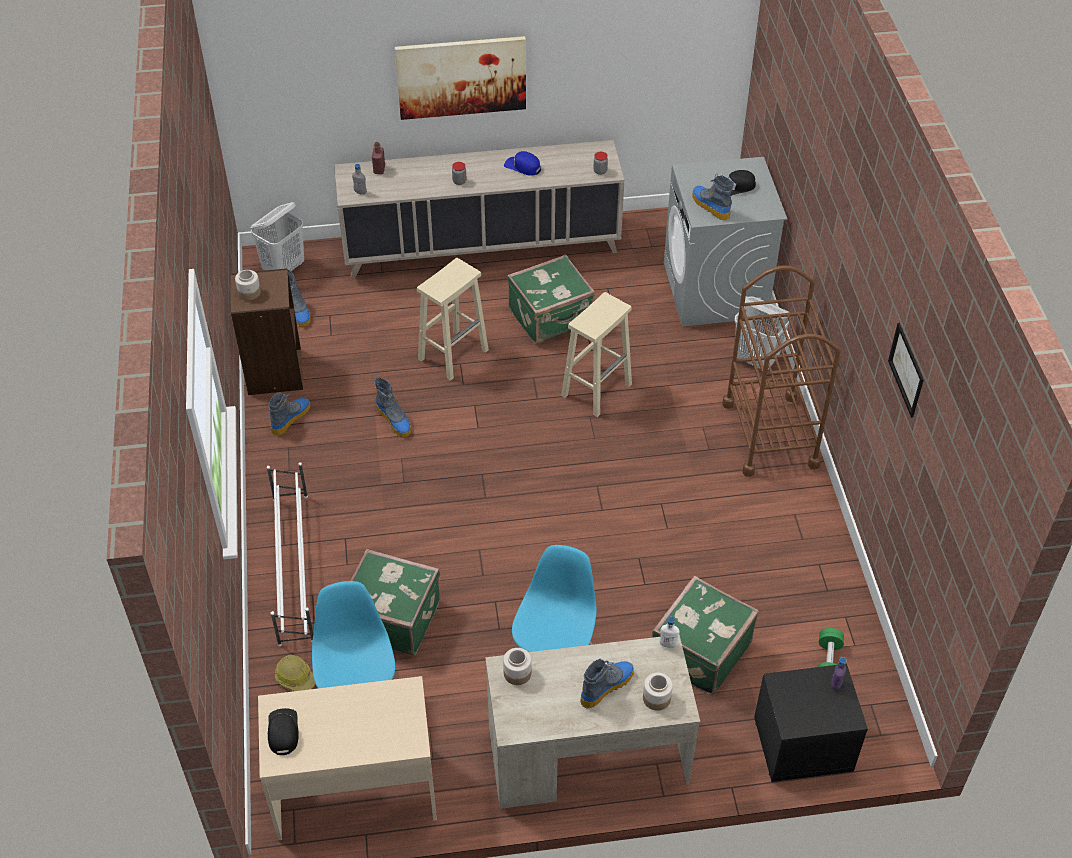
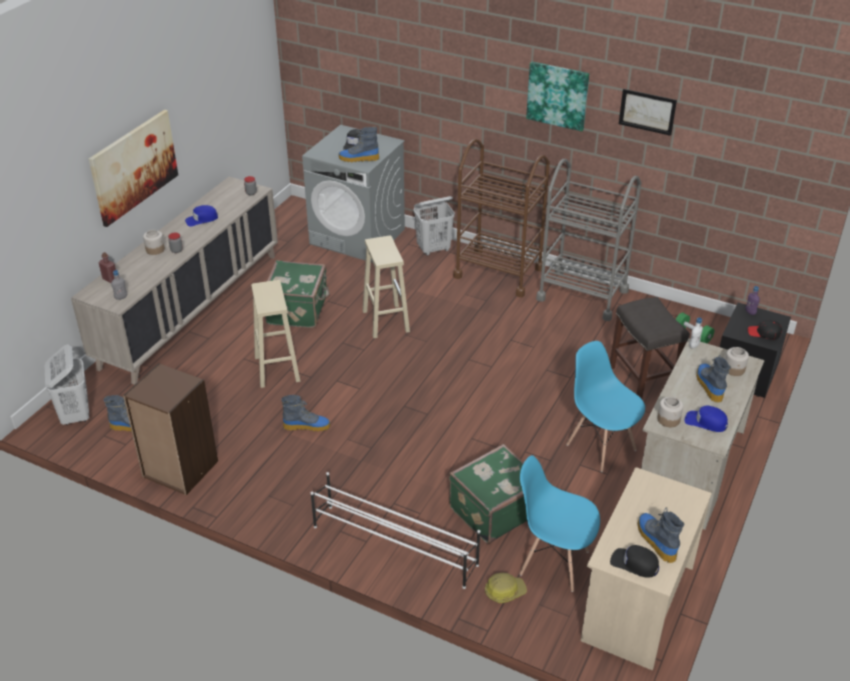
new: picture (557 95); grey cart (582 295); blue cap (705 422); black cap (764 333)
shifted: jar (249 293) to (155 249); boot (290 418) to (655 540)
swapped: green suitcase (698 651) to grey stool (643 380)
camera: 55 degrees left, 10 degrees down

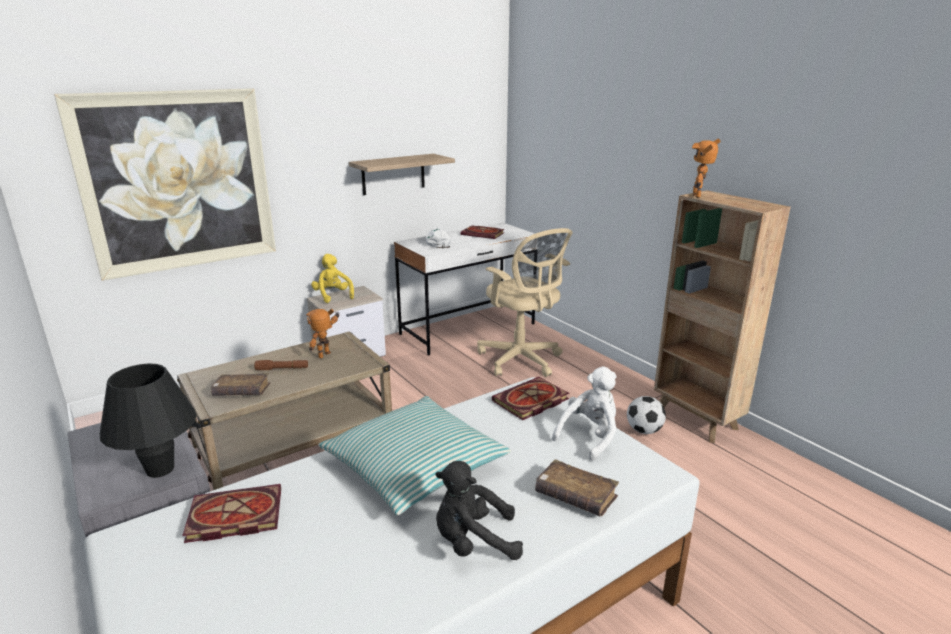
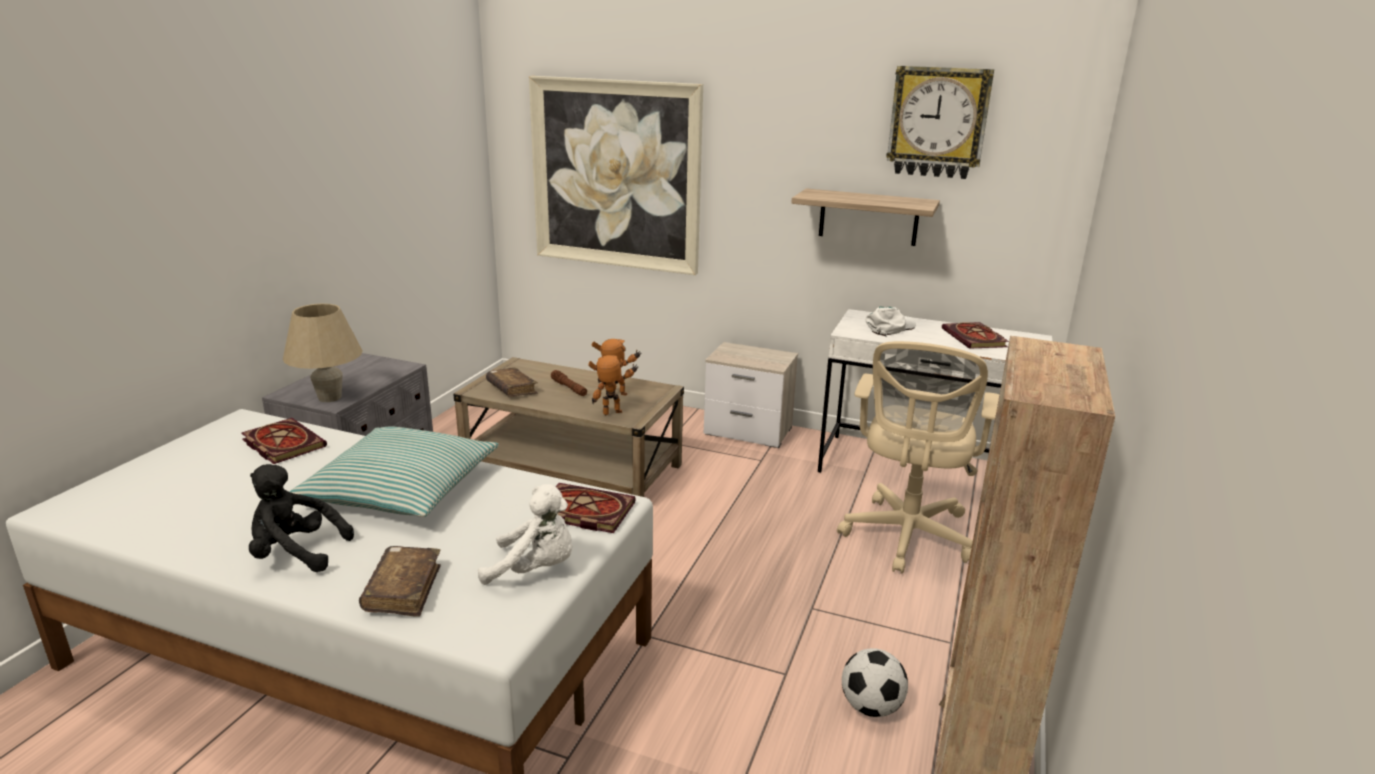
gone: yellow plush toy (333 296)
new: wall clock (938 122)
shifted: toy robot (699 196) to (614 414)
repainted: black table lamp (160 470) to beige table lamp (329 398)
rotated: black plush toy (473 542) = (296 554) 45 degrees counterclockwise
camera: 55 degrees right, 0 degrees up

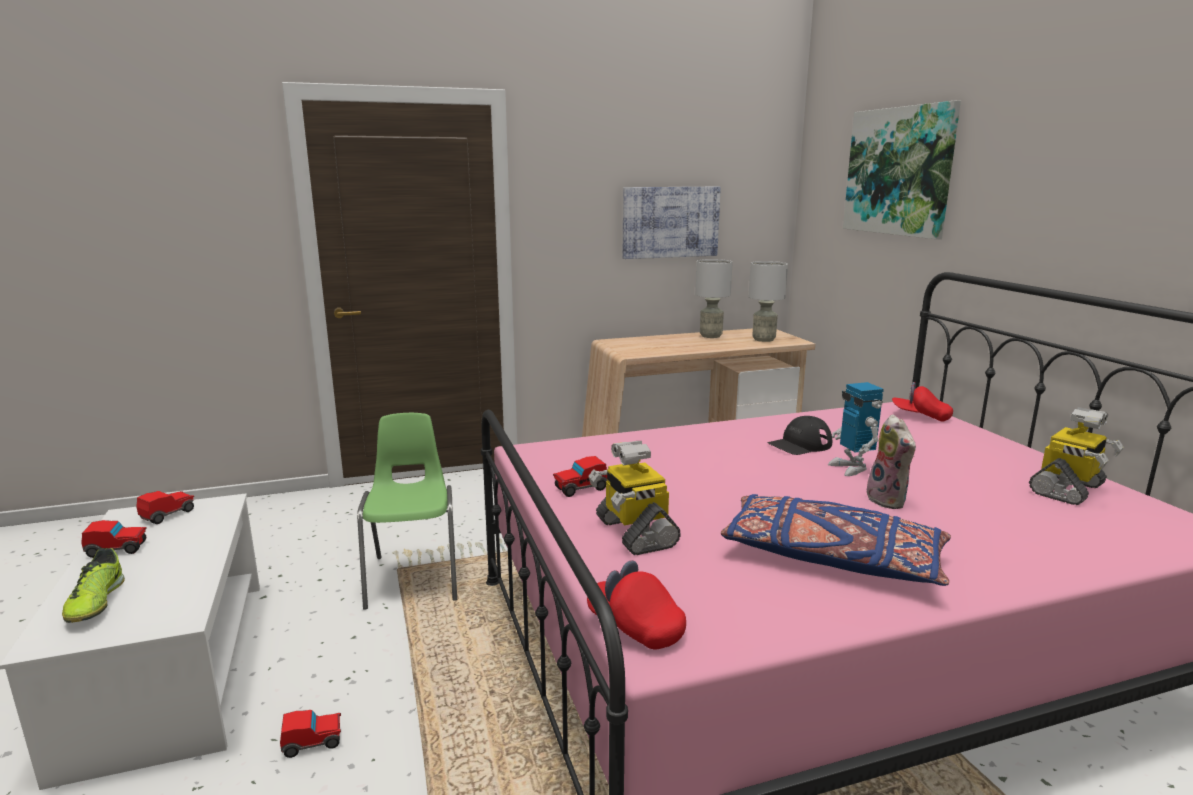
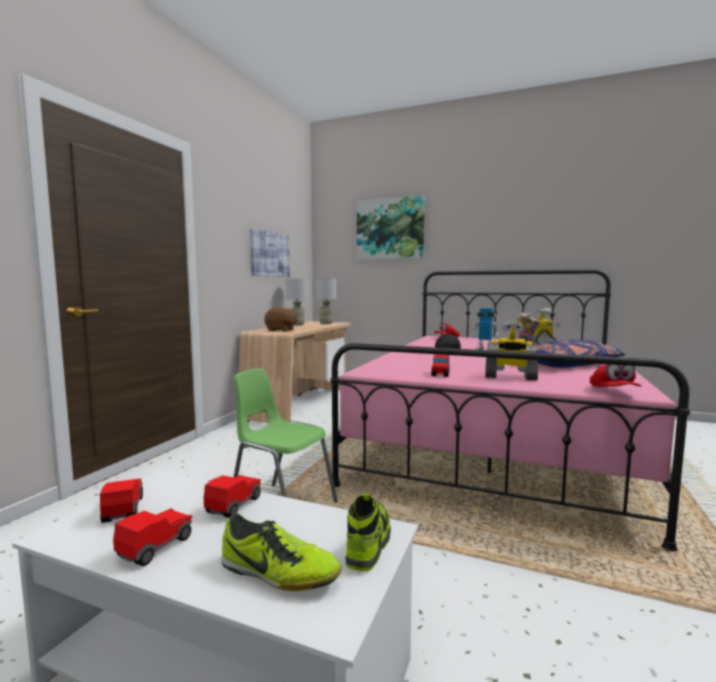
new: brown plush toy (281 330); shoe (368 544)
shifted: toy car (313 743) to (234 505)
rotated: red cap (635 627) = (613 392) 75 degrees counterclockwise
camera: 50 degrees left, 10 degrees down

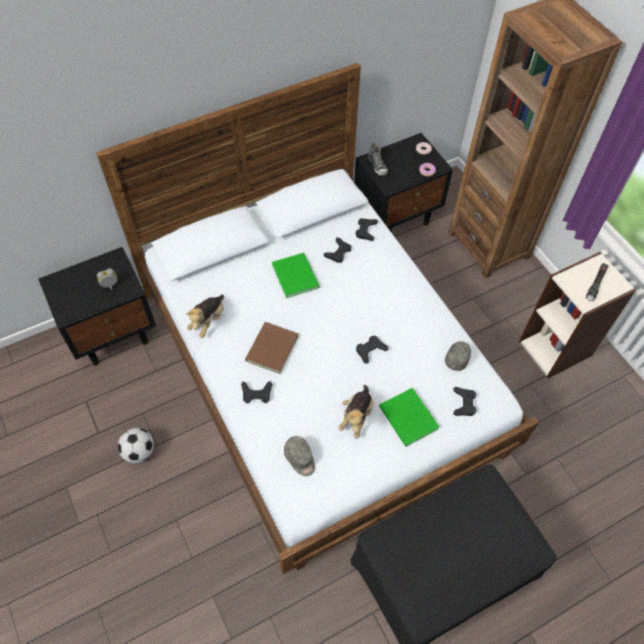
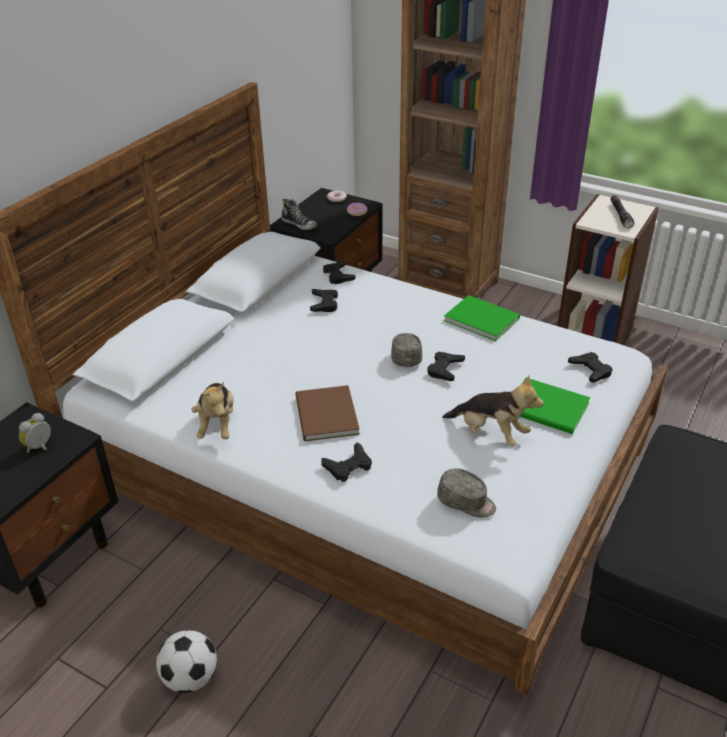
shifted: green book (296 274) to (480 318); grey cap (458 357) to (406 356)
rotated: plush toy (356 417) = (490 433) 45 degrees counterclockwise
camera: 30 degrees left, 20 degrees down

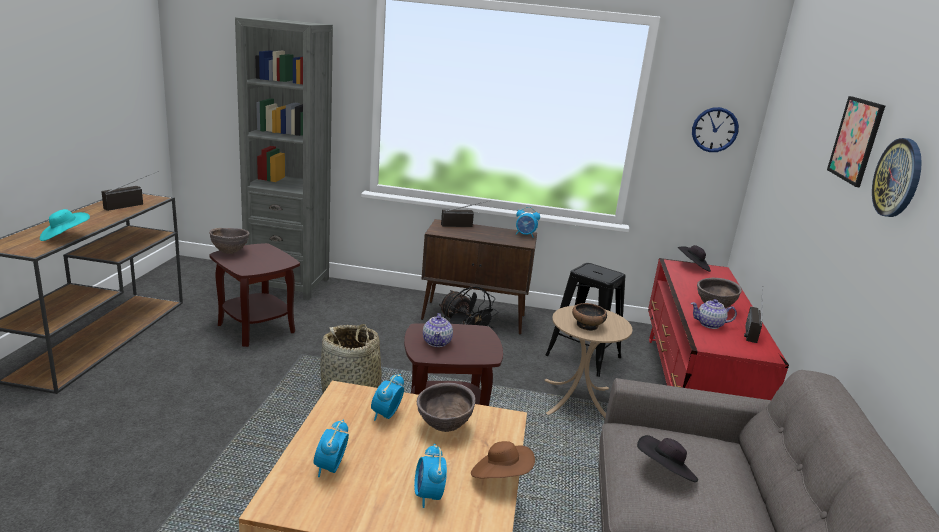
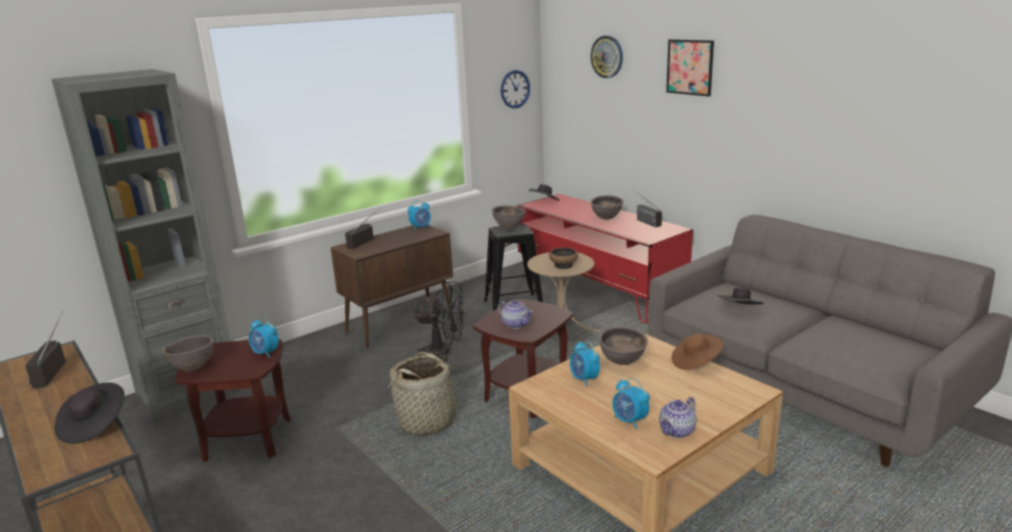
new: brown bowl (509 228)
shifted: alarm clock (428 496) to (266 353); teapot (710 324) to (677 431); wall clock (898 178) to (607 56)
repainted: turquoise hat (65 237) to black hat (94 426)
camera: 45 degrees left, 0 degrees up

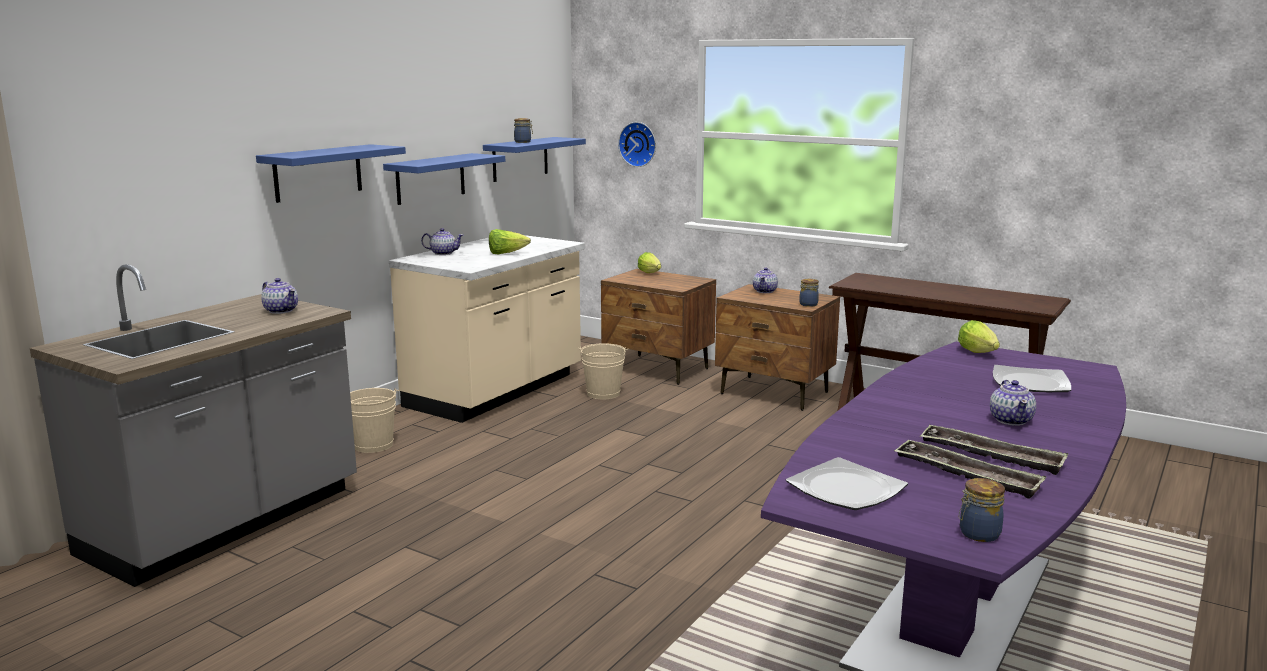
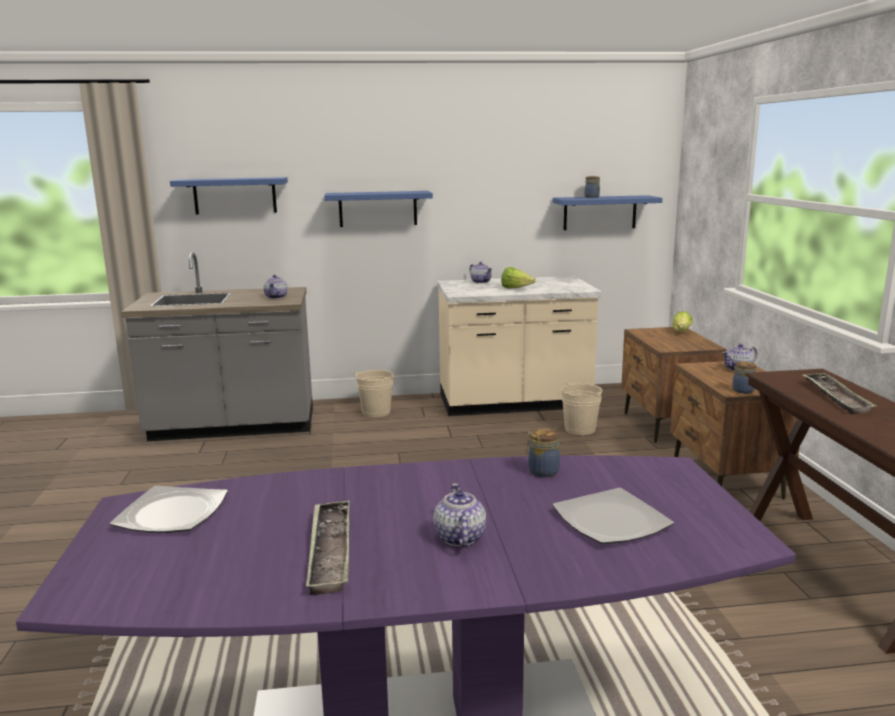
gone: wall clock (639 144); lettuce (979 353)
shifted: blue shelf (430 178) to (235 195); tray (966 475) to (835 397); jar (977 534) to (542 471)
rotated: teapot (1011 420) = (459 538) 120 degrees clockwise
camera: 50 degrees right, 0 degrees up

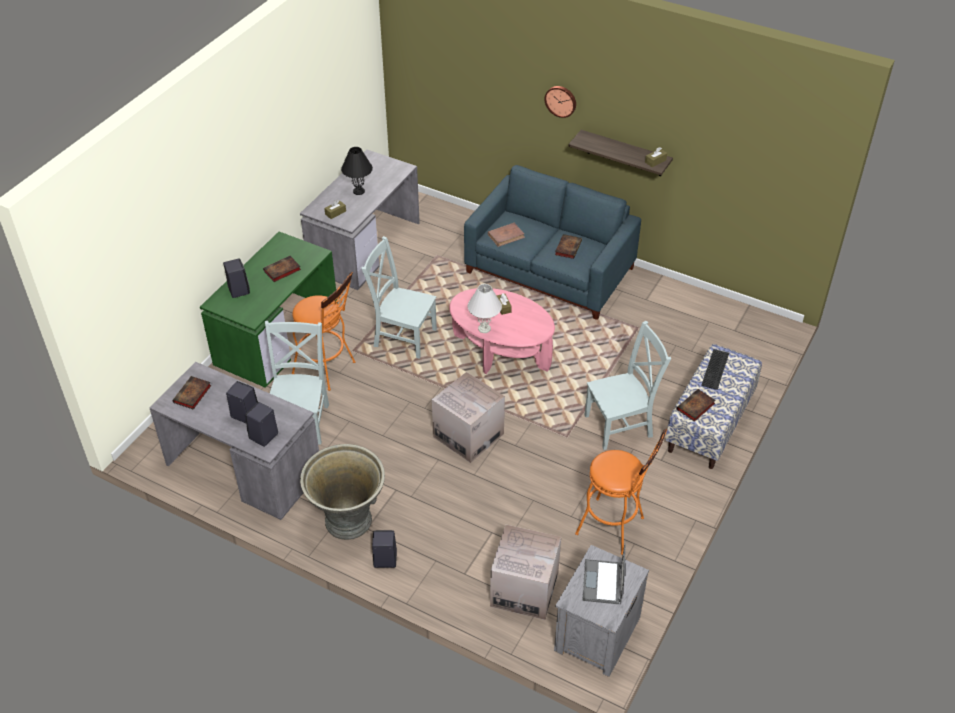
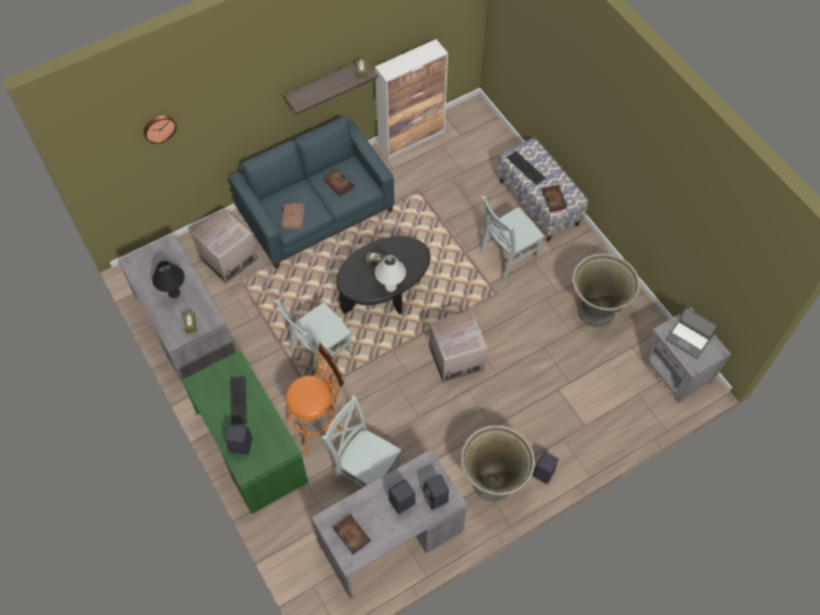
new: cabinet (411 138)
shifted: cardboard box (524 590) to (229 259); wall clock (561 100) to (159 128)
swapped: book (281 271) to keyboard (239 400); orange stool (615 528) to grey planter (596 310)
repainted: pink coffee table (500 353) to black coffee table (384 292)
rotated: grey chair (621 425) = (507 255) 135 degrees counterclockwise
camera: 60 degrees left, 15 degrees up

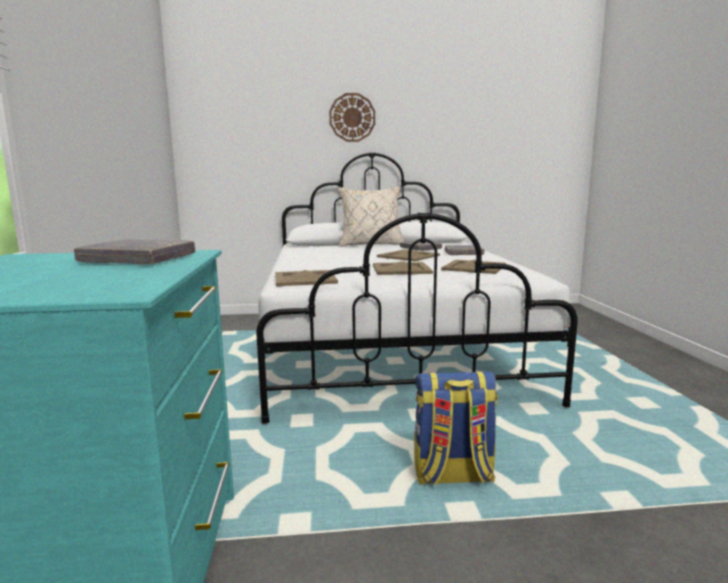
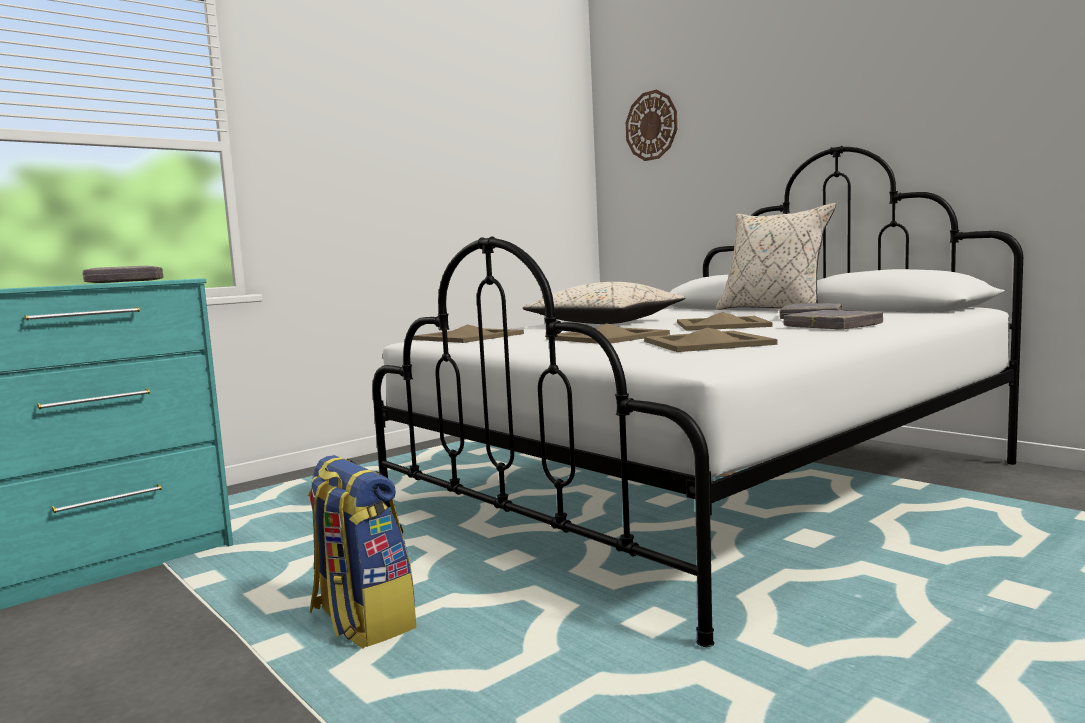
new: beige pillow (605 323)
shifted: wall clock (352 117) to (651 125)
camera: 55 degrees right, 5 degrees down

